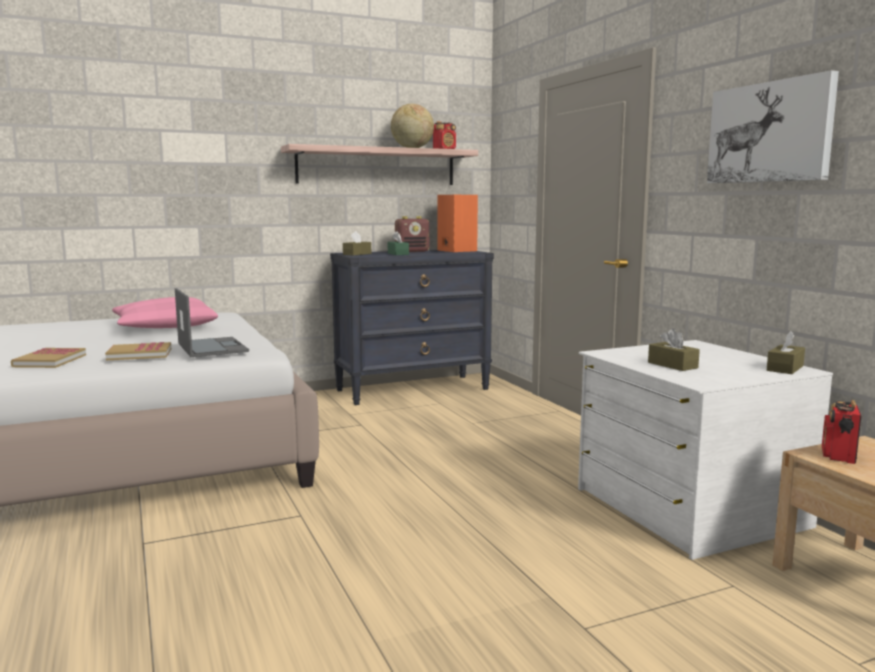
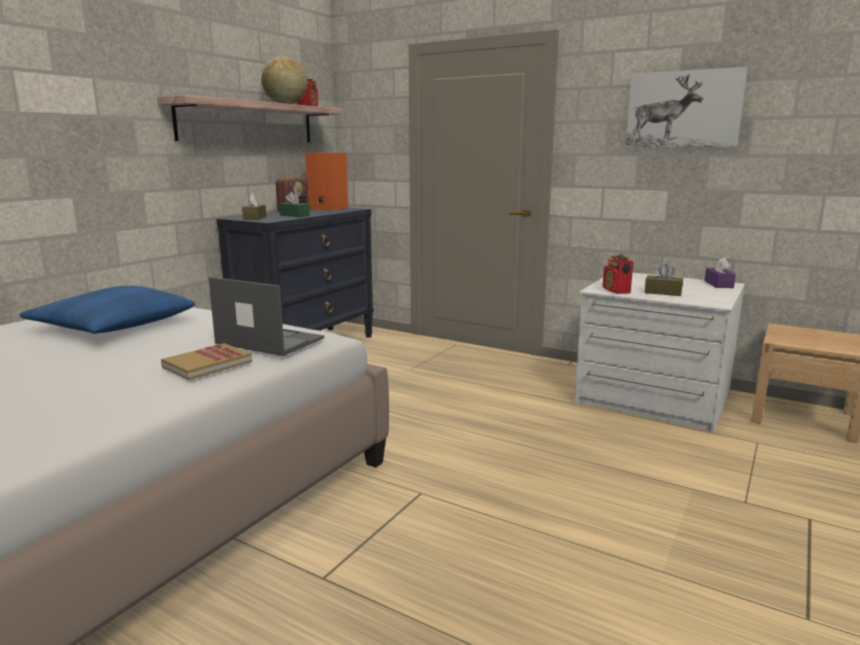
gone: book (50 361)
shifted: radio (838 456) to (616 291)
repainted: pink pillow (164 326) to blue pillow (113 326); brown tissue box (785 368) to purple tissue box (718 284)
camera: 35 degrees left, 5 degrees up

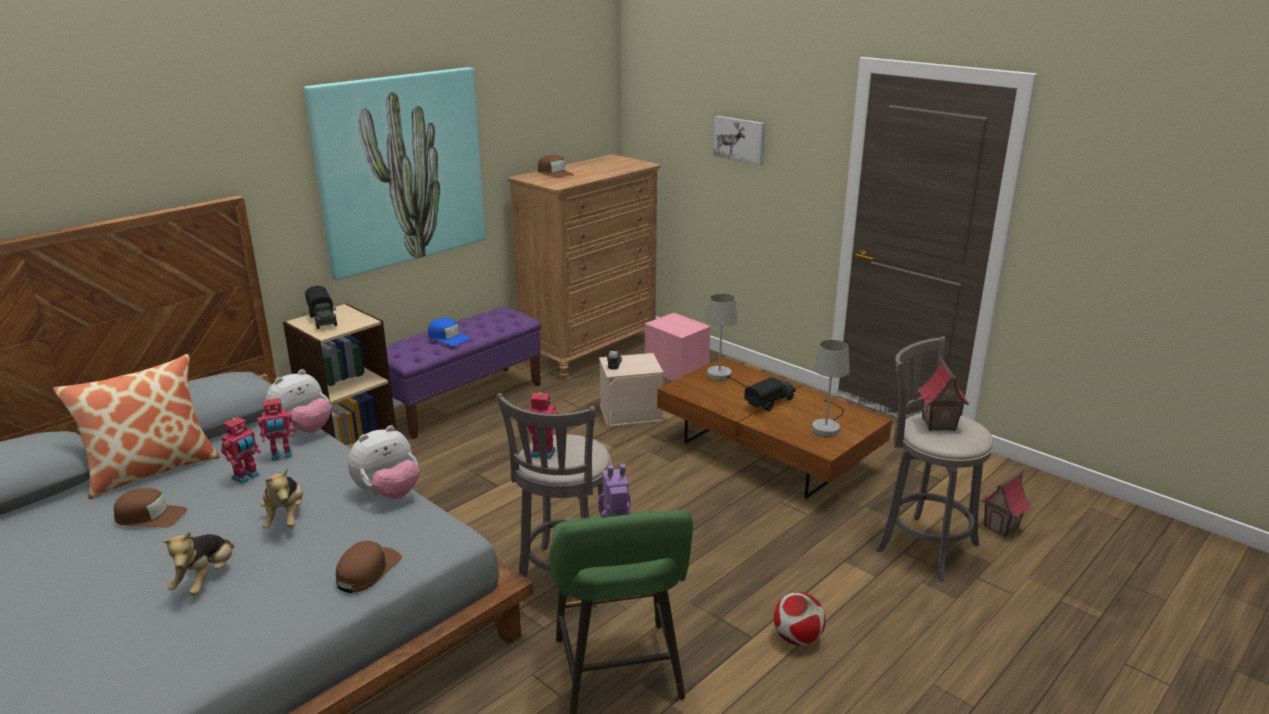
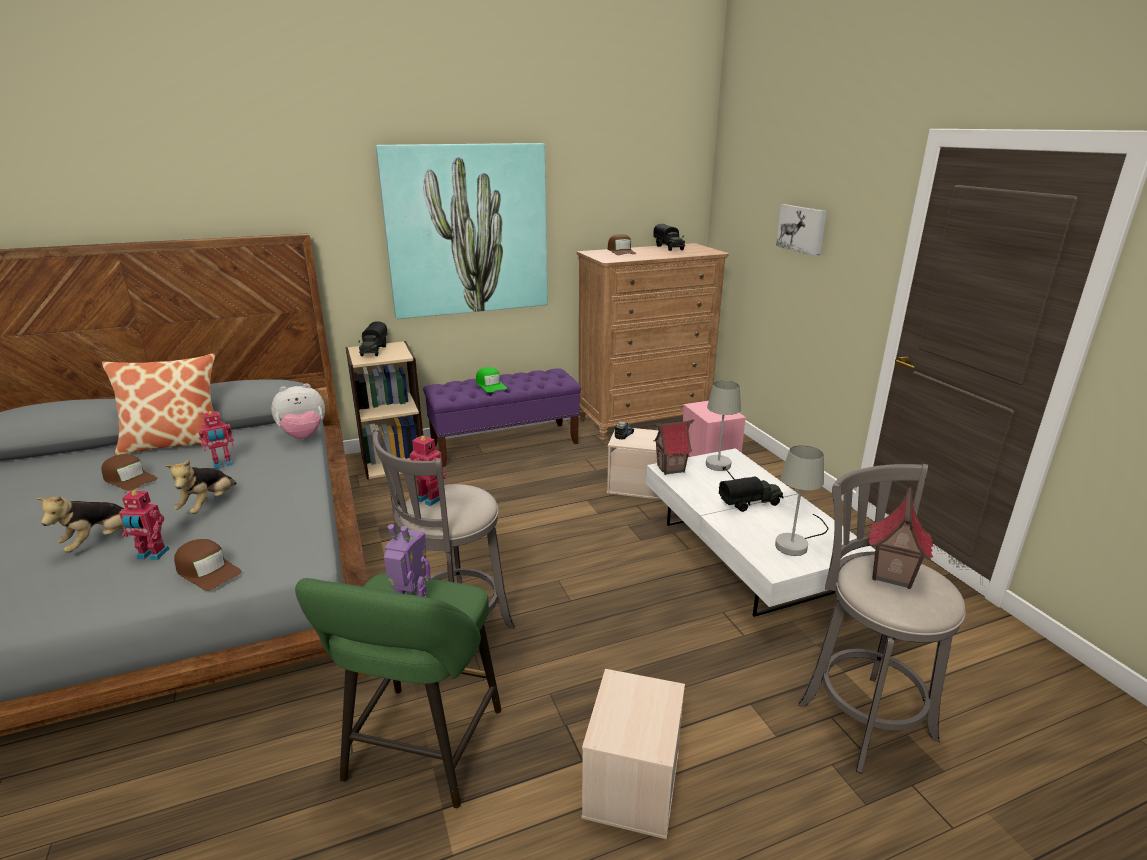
gone: plush toy (388 493)
new: toy truck (669 247)
shifted: toy robot (281 456) to (152 555); toy house (1001 527) to (671 469)
swapped: football (797 638) to beige storage box (631 782)
repainted: blue cap (448 337) to green cap (490 385); brown coffee table (766 453) to white coffee table (743 556)
rotated: brown cap (368 570) = (207 571) 75 degrees clockwise
camera: 25 degrees right, 0 degrees up

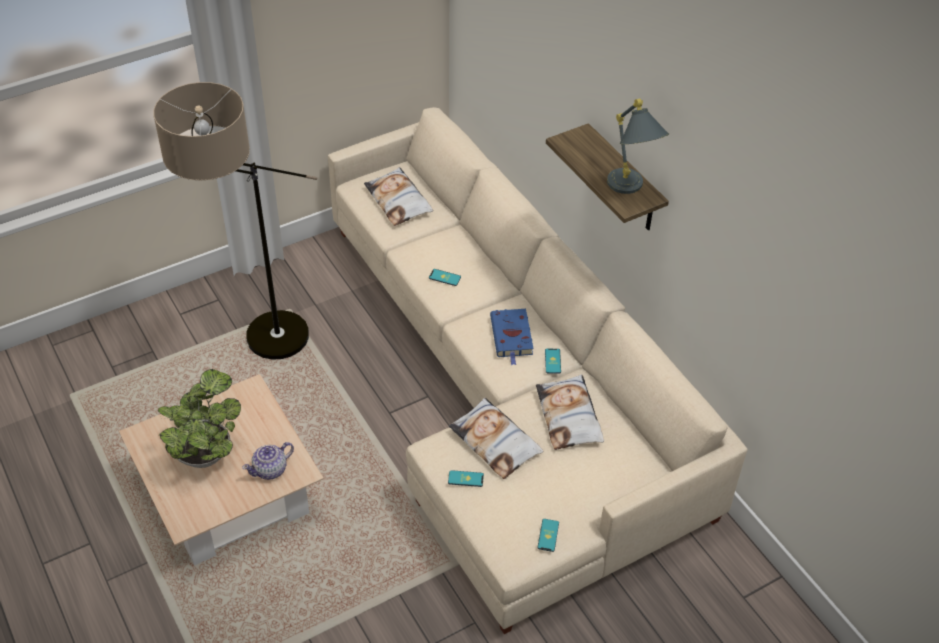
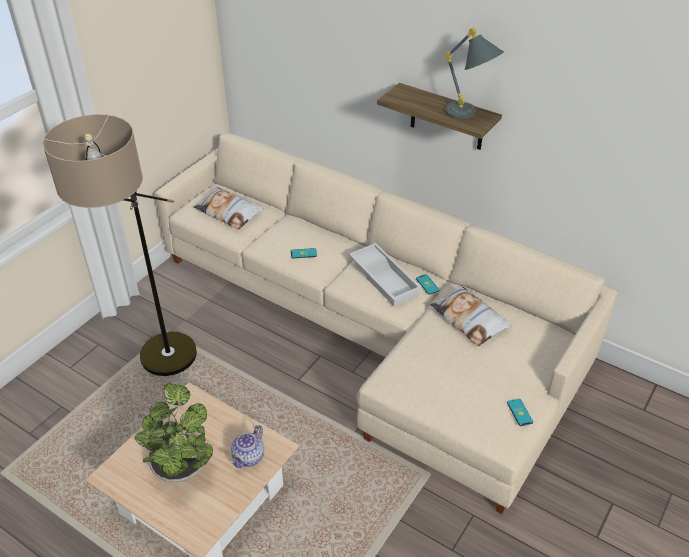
gone: phone (465 479); pillow (495 442)
swapped: blue book (512 337) to white tray (385 278)
camera: 25 degrees left, 5 degrees down

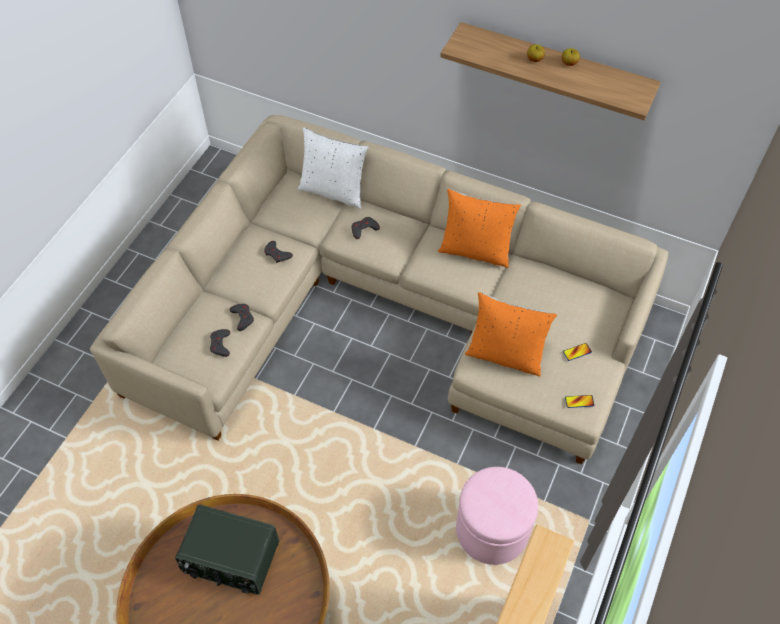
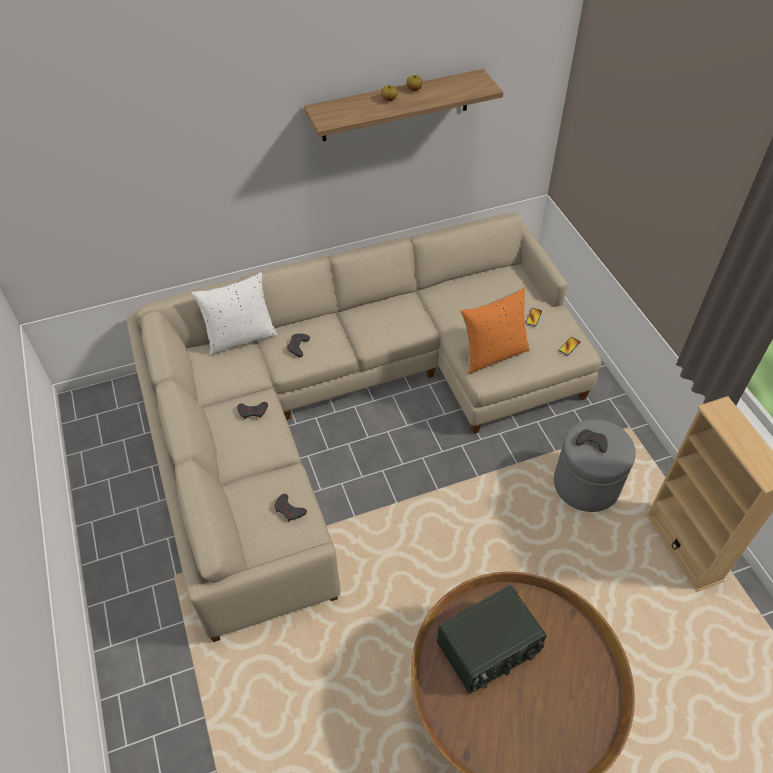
gone: orange pillow (475 250)
shifted: grey game controller (242 318) to (591 442)
repainted: pink ottoman (492 530) to grey ottoman (586 484)
camera: 45 degrees left, 5 degrees down

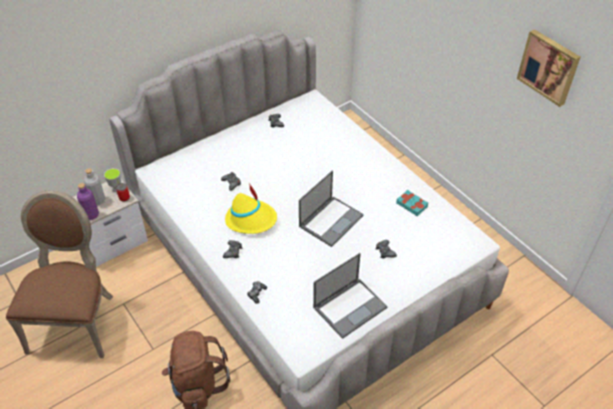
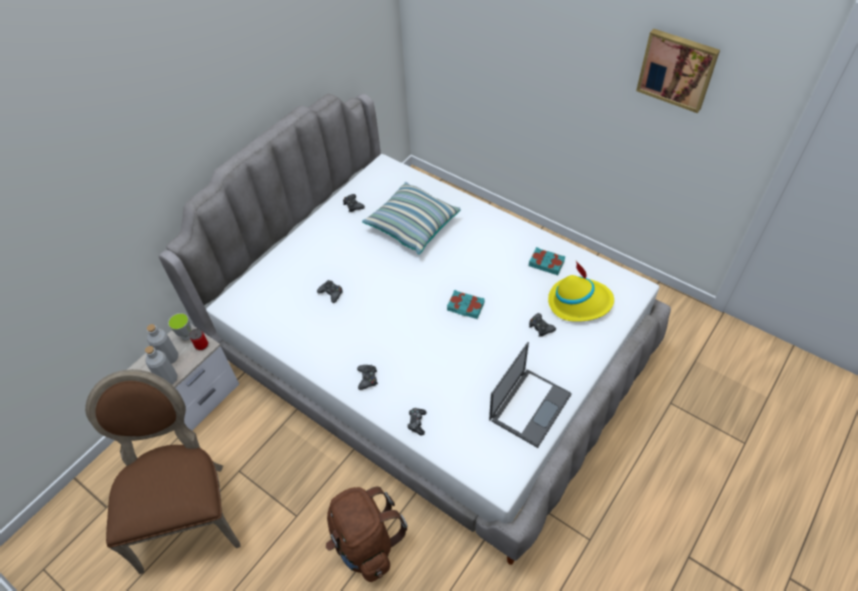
new: pillow (412 226)
shifted: yellow hat (251 219) to (579 302)
swapped: laptop (331 220) to turquoise book (465 307)
repainted: purple bottle (91 215) to grey bottle (168 379)
camera: 15 degrees left, 5 degrees up

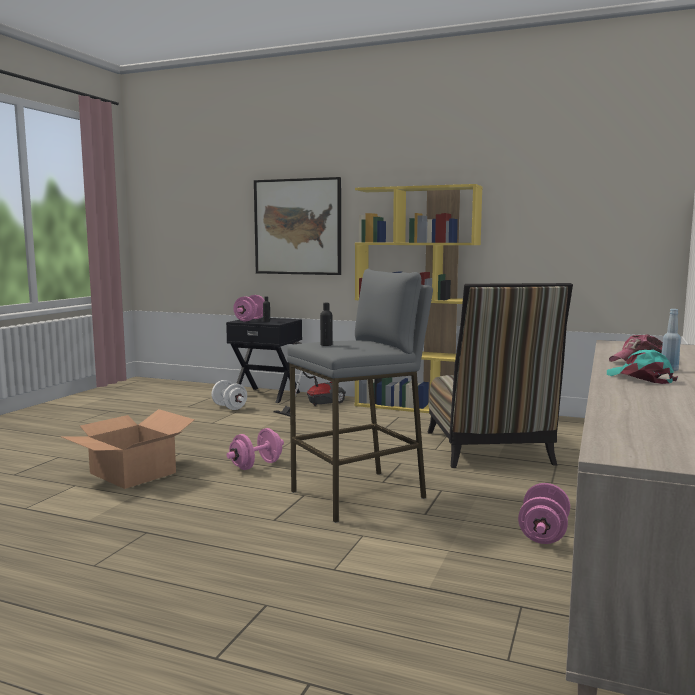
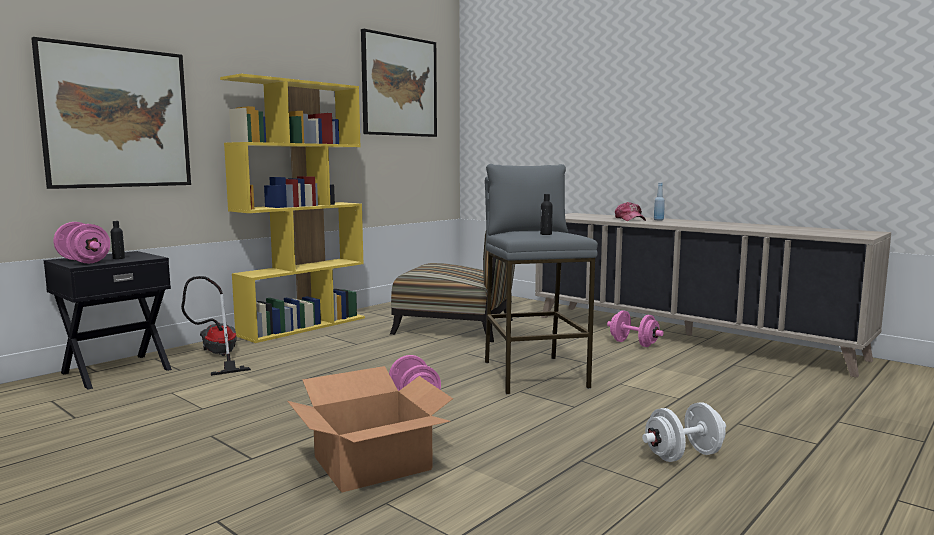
gone: turquoise cap (640 378)
new: picture (399 86)
shifted: white dumbbell (229 407) to (683 455)
camera: 70 degrees left, 0 degrees up

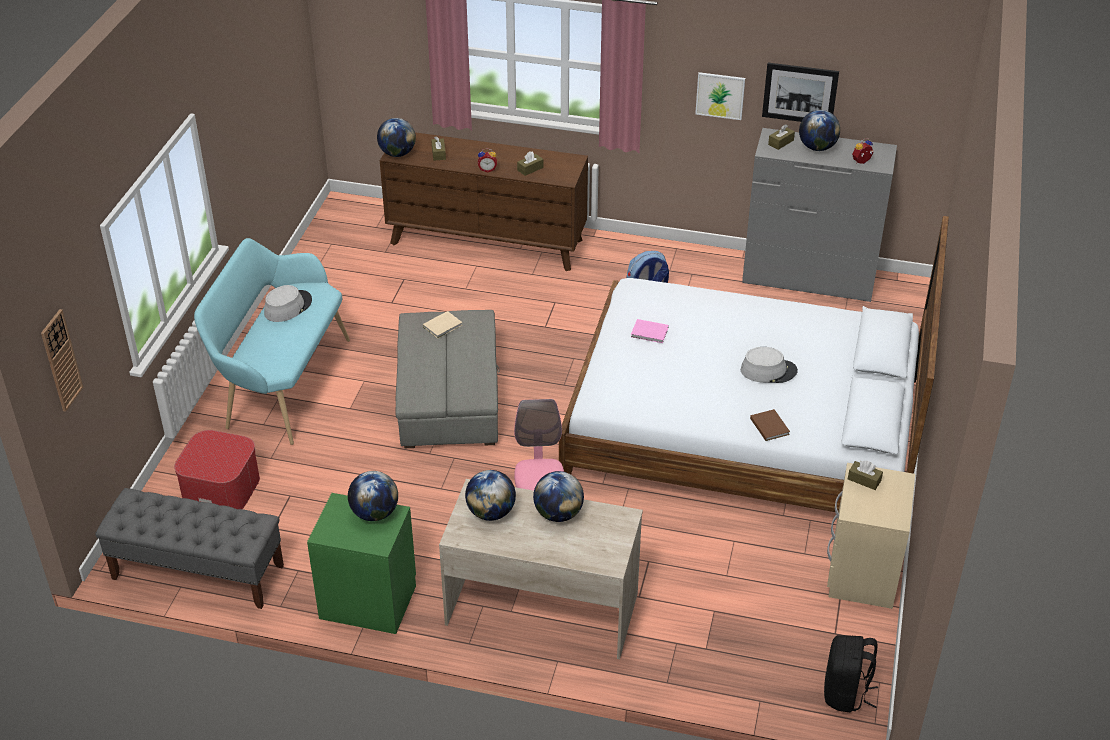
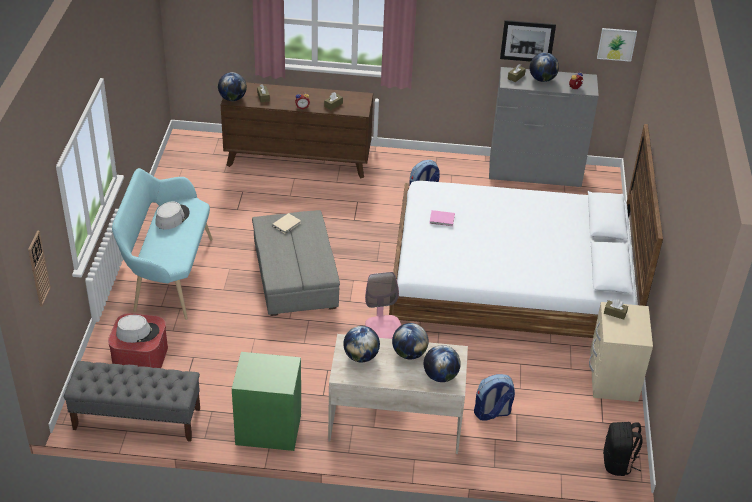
gone: brown book (769 425)
new: backpack (492 413)
shifted: globe (374 513) to (440 376); picture (720 95) to (616 44); grey hat (768 370) to (137 332)
camera: 10 degrees left, 0 degrees up

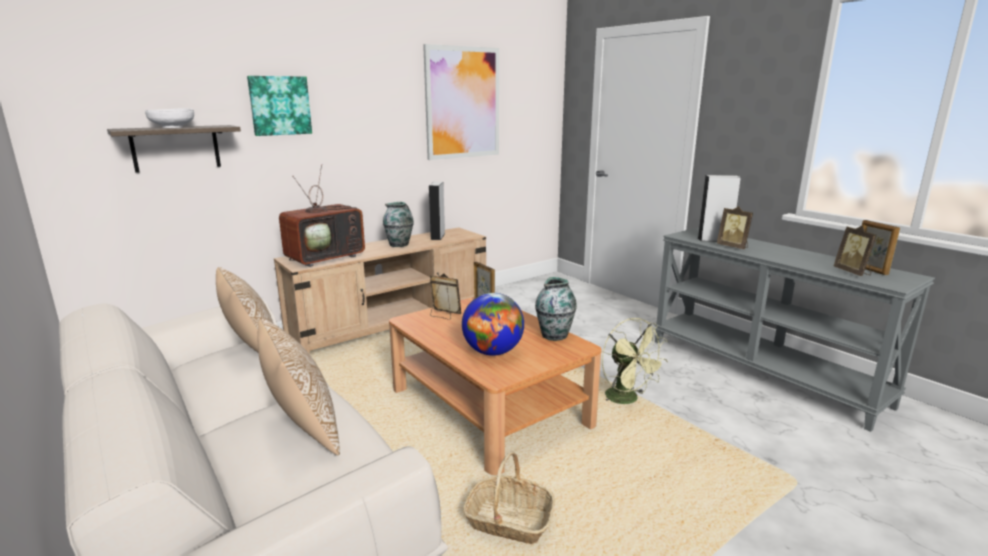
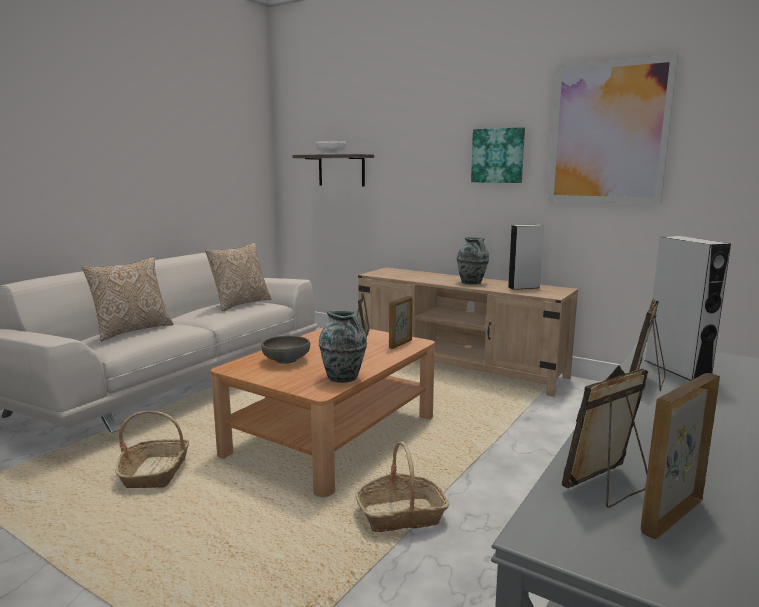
gone: television (326 257)
shifted: picture (280 105) to (498 155)
swapped: globe (493 352) to grey bowl (286 360); green fan (627 400) to basket (401 515)
camera: 70 degrees right, 5 degrees down

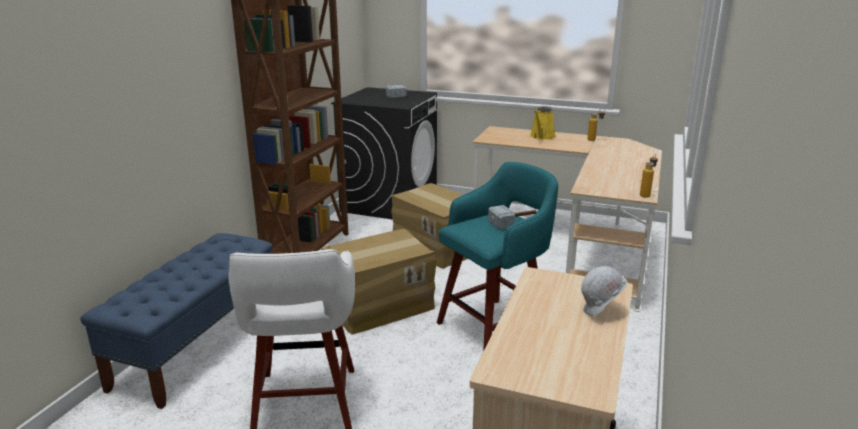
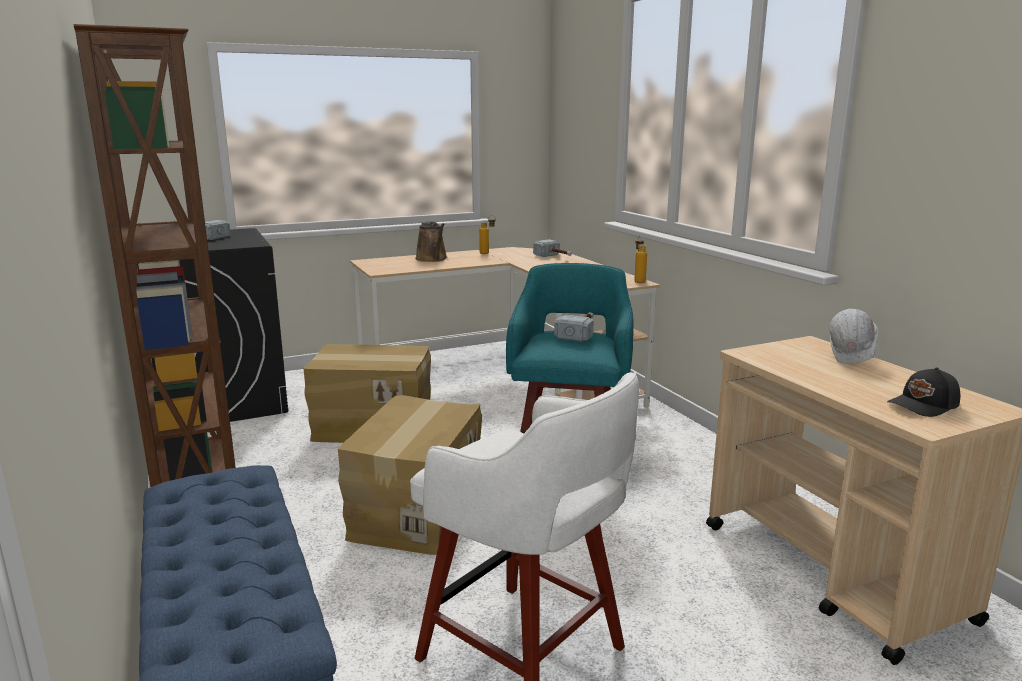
new: hammer (555 257); black cap (924 406)
repainted: yellow watering can (542 137) to brown watering can (432 259)
camera: 45 degrees left, 5 degrees down

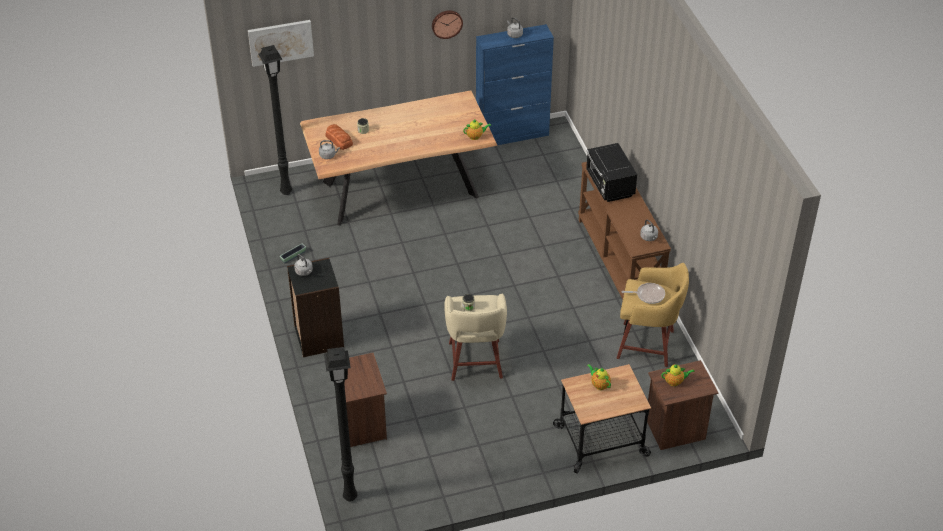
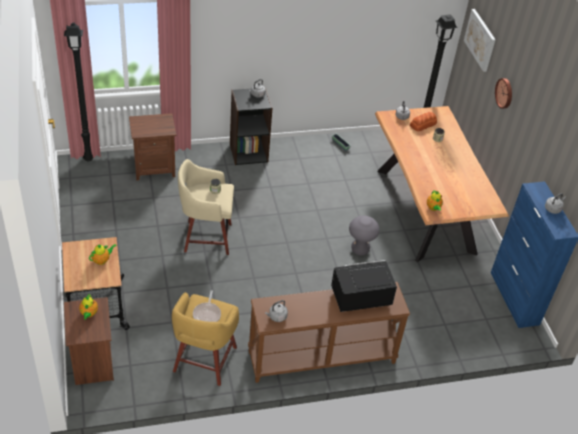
new: grey stool (360 250)
shifted: wall clock (446 23) to (505 93)
camera: 90 degrees right, 0 degrees up

